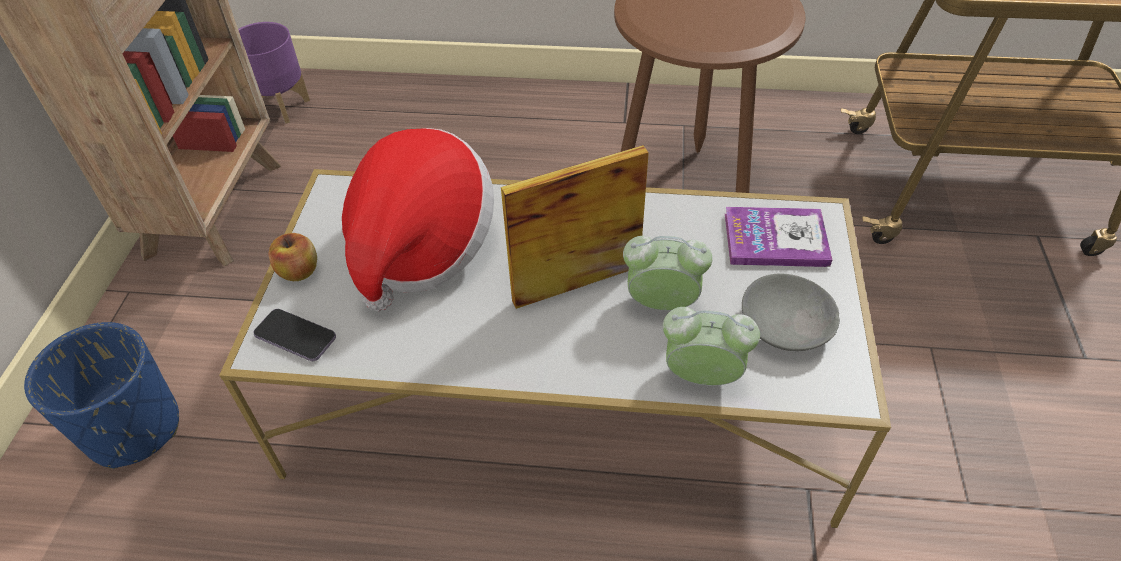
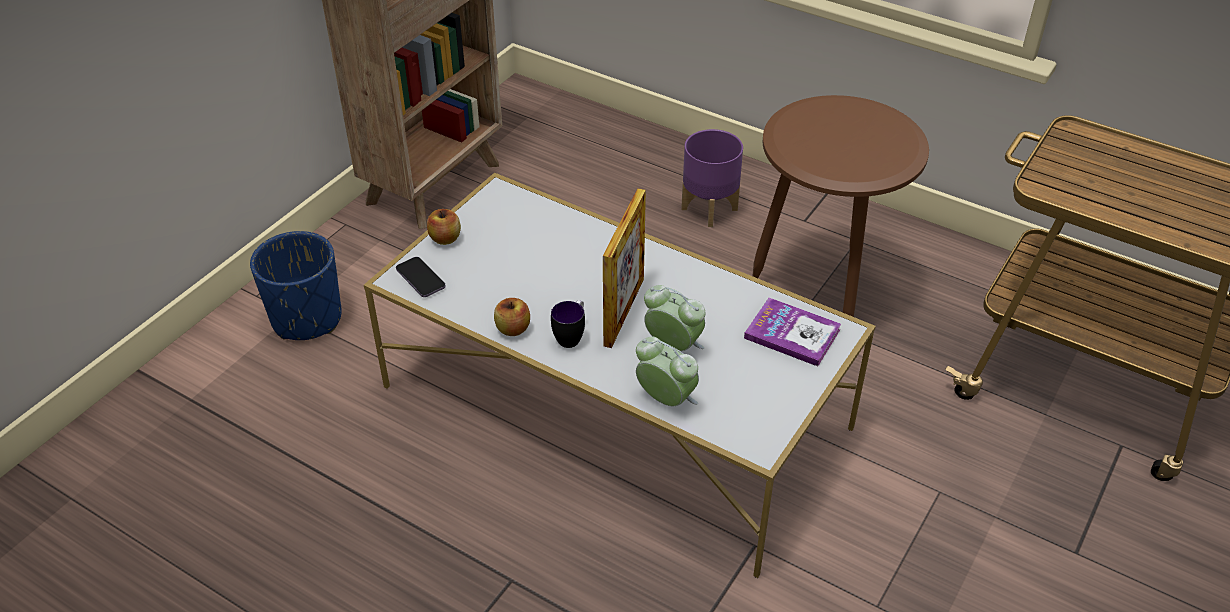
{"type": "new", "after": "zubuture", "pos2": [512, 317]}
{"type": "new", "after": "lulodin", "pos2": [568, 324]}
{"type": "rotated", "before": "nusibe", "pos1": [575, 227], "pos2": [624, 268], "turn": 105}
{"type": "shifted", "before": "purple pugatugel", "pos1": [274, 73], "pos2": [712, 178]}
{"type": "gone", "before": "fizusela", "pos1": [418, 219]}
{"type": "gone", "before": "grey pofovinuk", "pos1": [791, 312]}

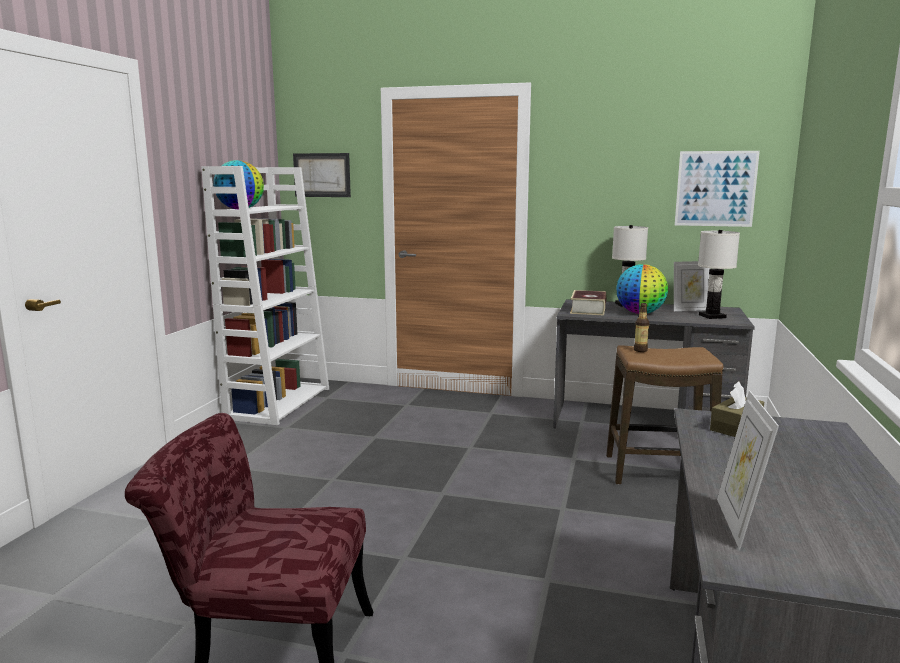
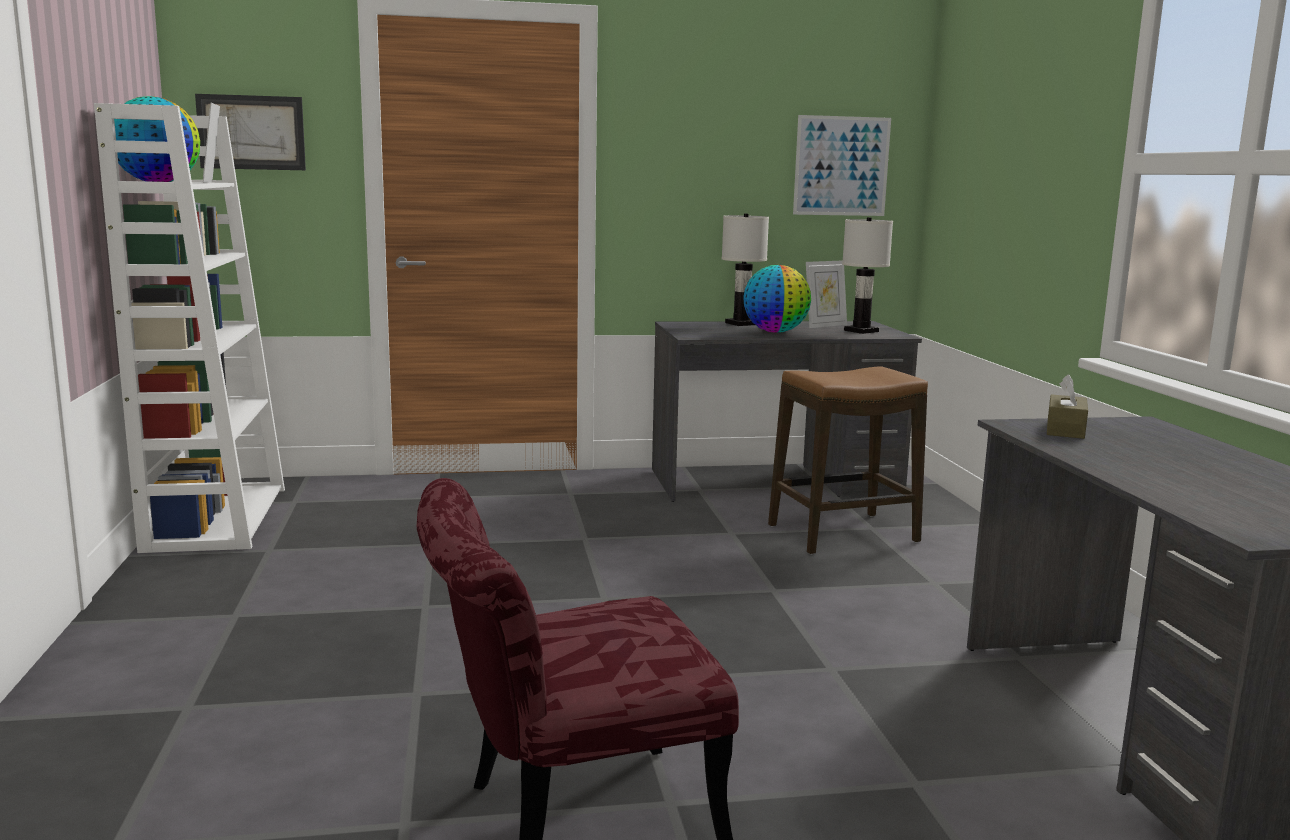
{"type": "shifted", "before": "nusibe", "pos1": [748, 470], "pos2": [211, 143]}
{"type": "gone", "before": "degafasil", "pos1": [588, 302]}
{"type": "gone", "before": "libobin", "pos1": [641, 327]}

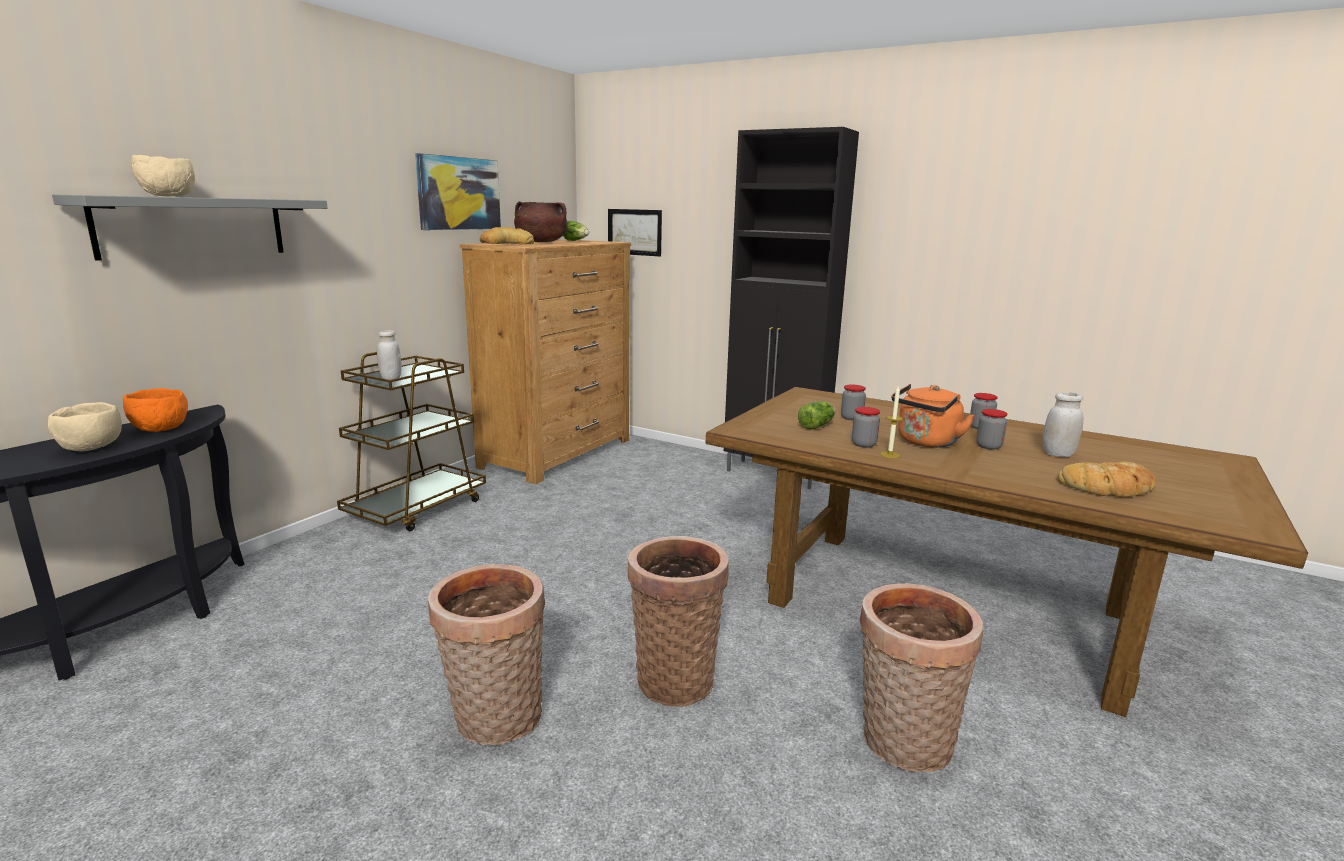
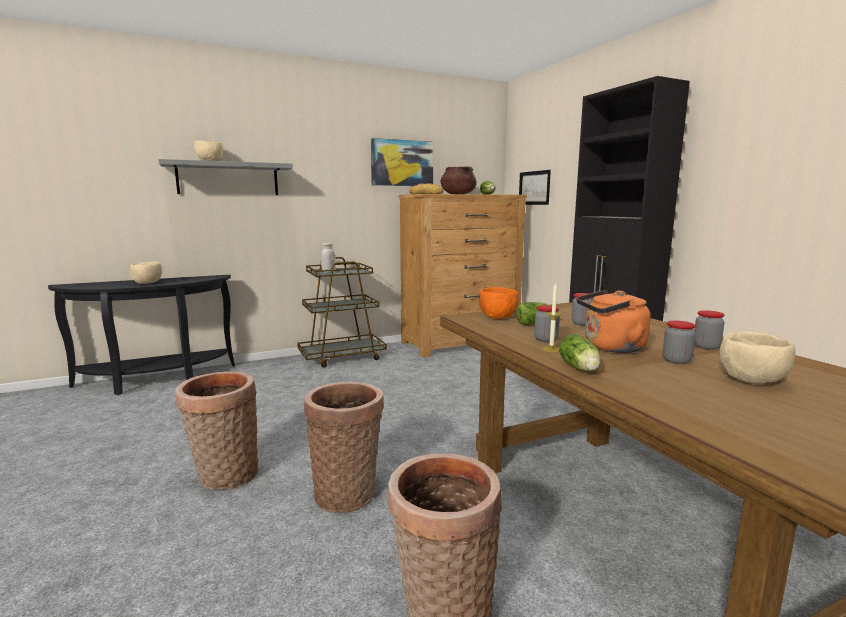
{"type": "shifted", "before": "orange pofovinuk", "pos1": [155, 410], "pos2": [499, 303]}
{"type": "new", "after": "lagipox", "pos2": [579, 352]}
{"type": "swapped", "before": "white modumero", "after": "beige pofovinuk", "pos1": [1063, 424], "pos2": [757, 358]}
{"type": "gone", "before": "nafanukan", "pos1": [1107, 479]}

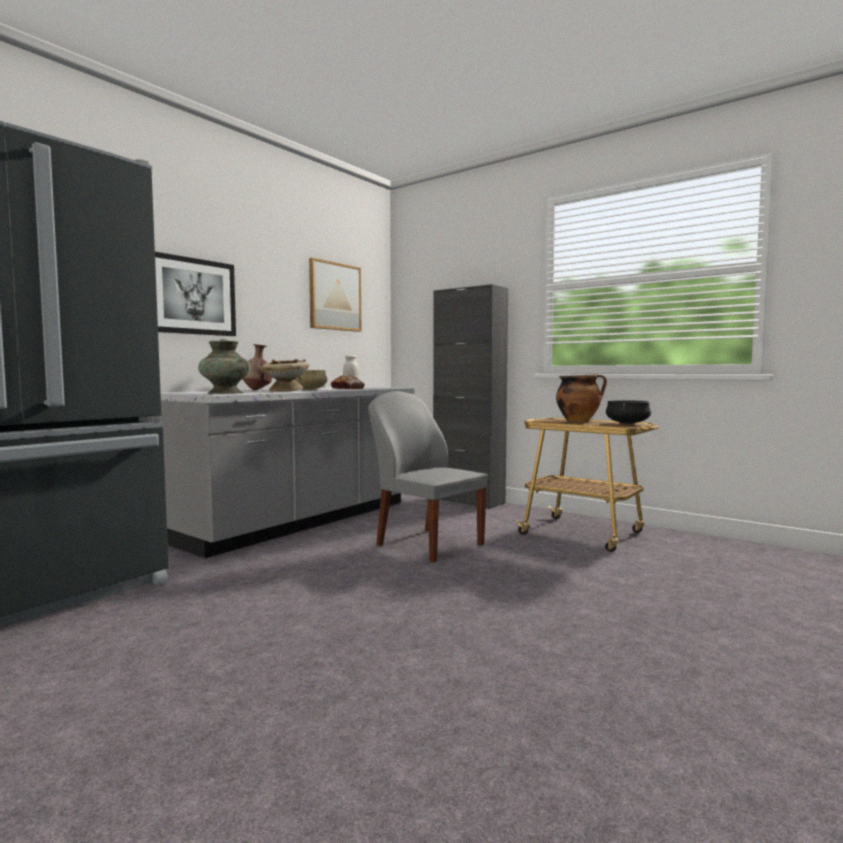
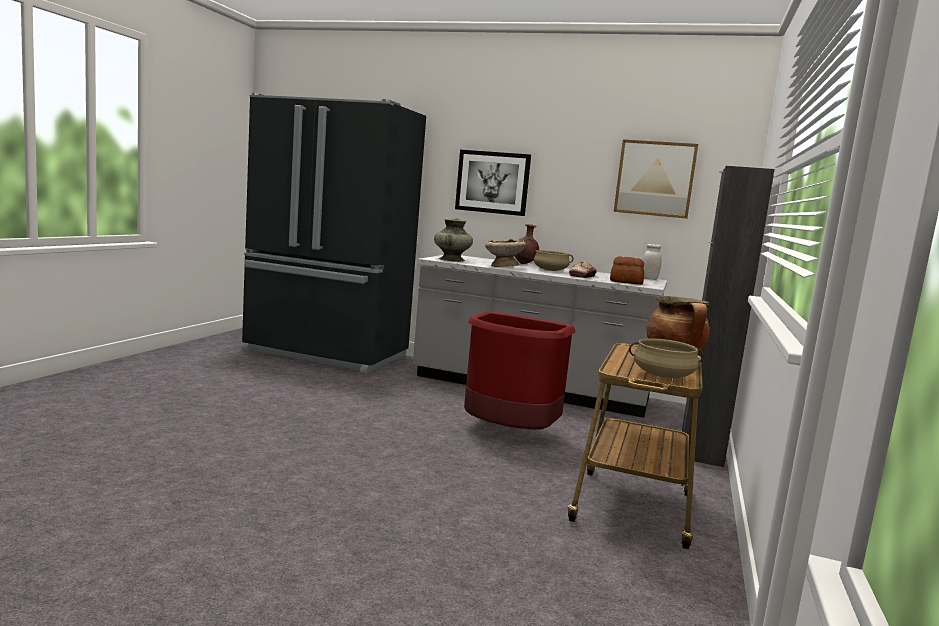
{"type": "swapped", "before": "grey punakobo", "after": "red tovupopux", "pos1": [428, 477], "pos2": [520, 370]}
{"type": "new", "after": "nafanukan", "pos2": [627, 270]}
{"type": "repainted", "before": "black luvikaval", "after": "beige luvikaval", "pos1": [628, 411], "pos2": [666, 358]}

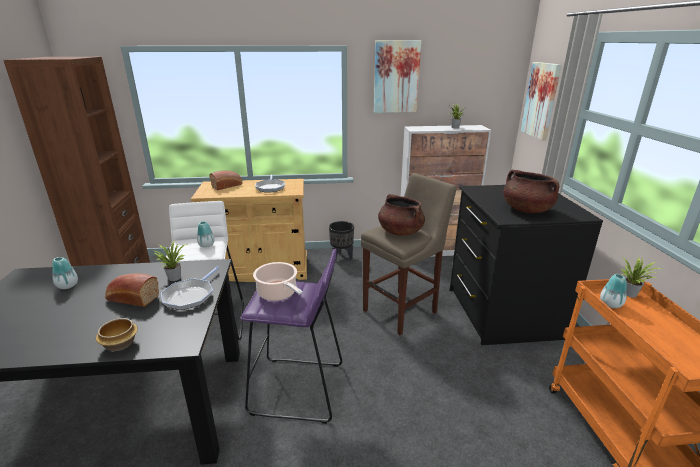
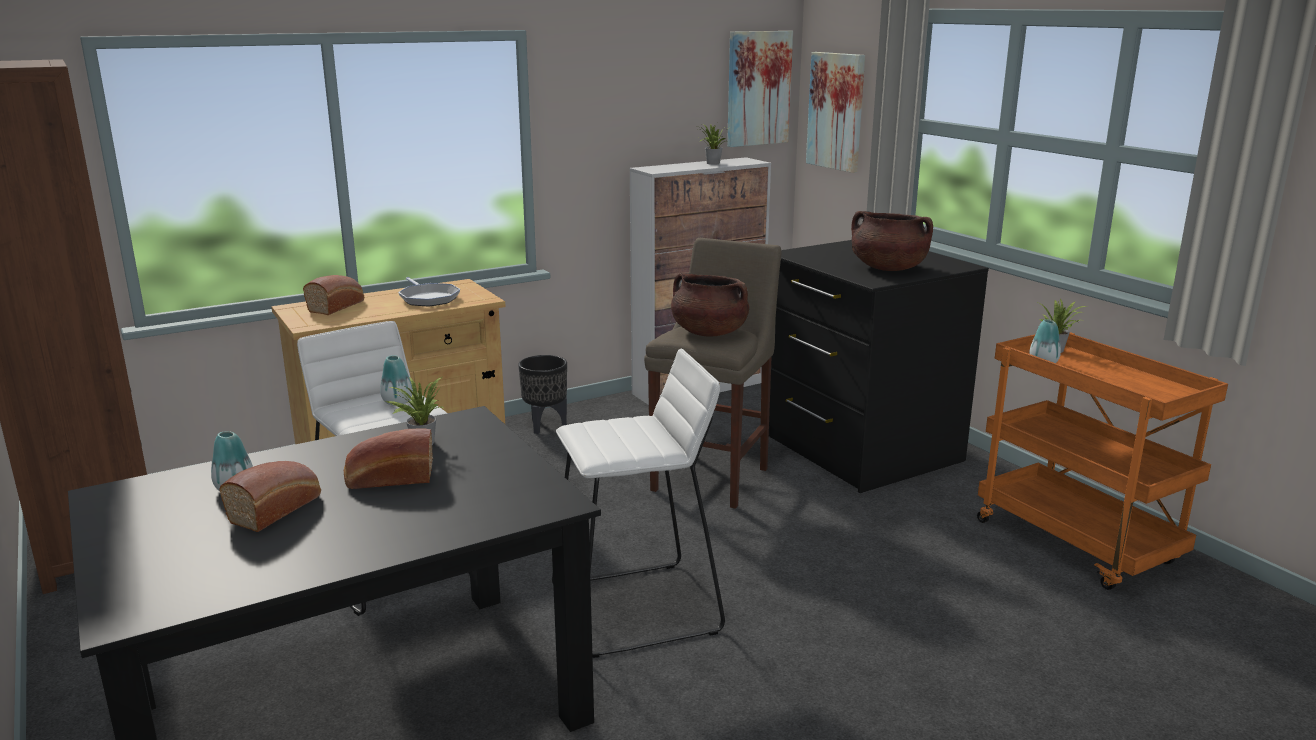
{"type": "new", "after": "nafanukan", "pos2": [270, 496]}
{"type": "repainted", "before": "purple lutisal", "after": "white lutisal", "pos1": [291, 336], "pos2": [638, 503]}
{"type": "shifted", "before": "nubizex", "pos1": [397, 76], "pos2": [760, 89]}
{"type": "gone", "before": "pofovinuk", "pos1": [117, 334]}
{"type": "gone", "before": "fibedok", "pos1": [190, 288]}
{"type": "gone", "before": "luvikaval", "pos1": [278, 281]}

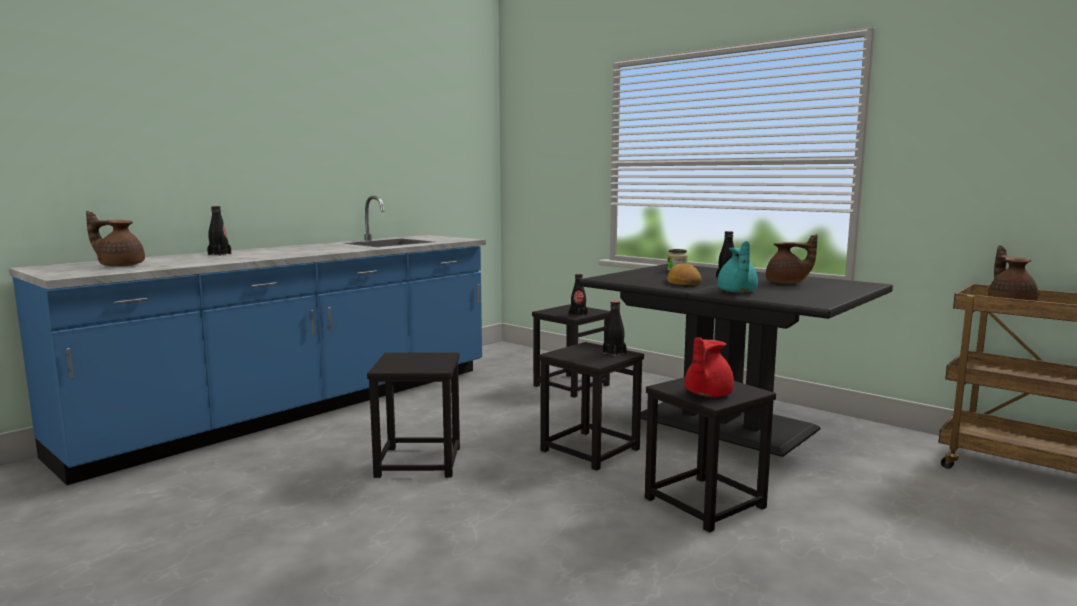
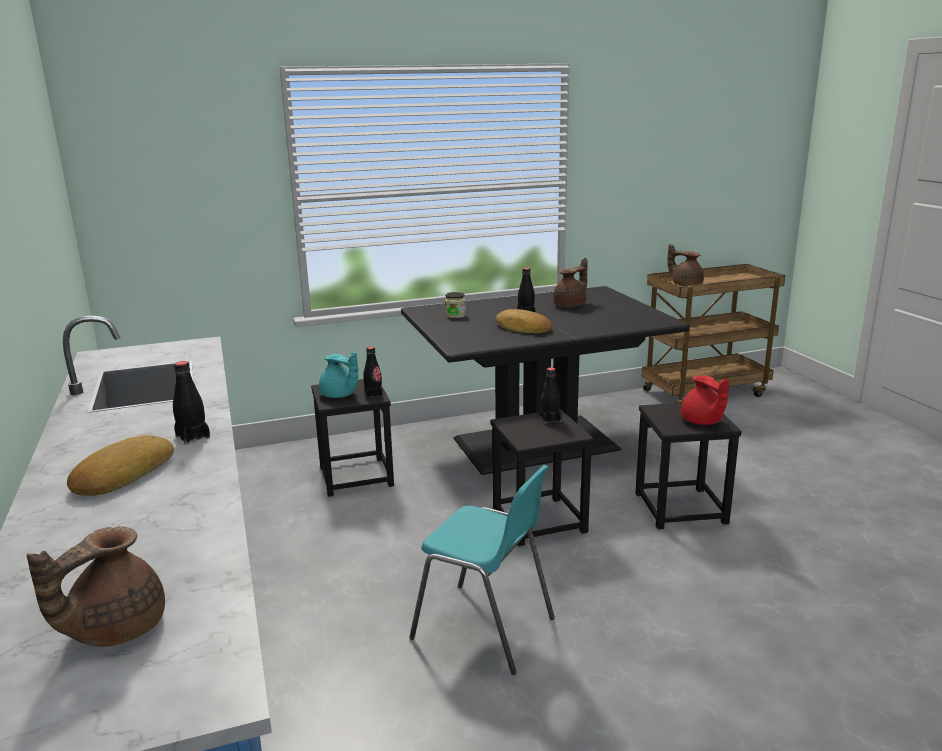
{"type": "new", "after": "nafanukan", "pos2": [120, 465]}
{"type": "shifted", "before": "black libobin", "pos1": [219, 231], "pos2": [191, 403]}
{"type": "shifted", "before": "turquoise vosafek", "pos1": [737, 267], "pos2": [338, 375]}
{"type": "swapped", "before": "black lutisal", "after": "turquoise punakobo", "pos1": [413, 415], "pos2": [482, 570]}

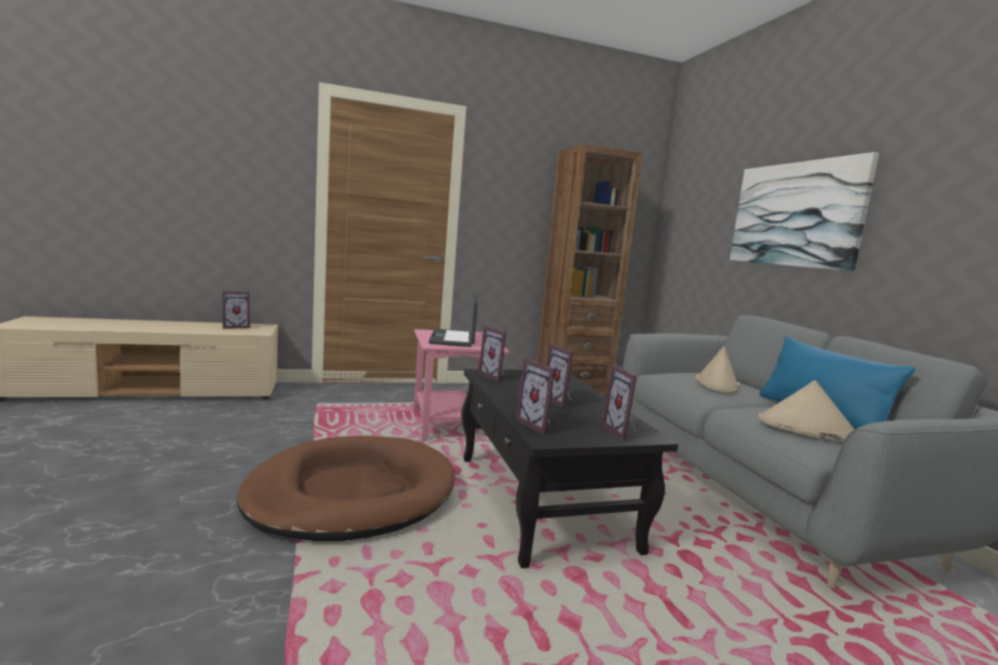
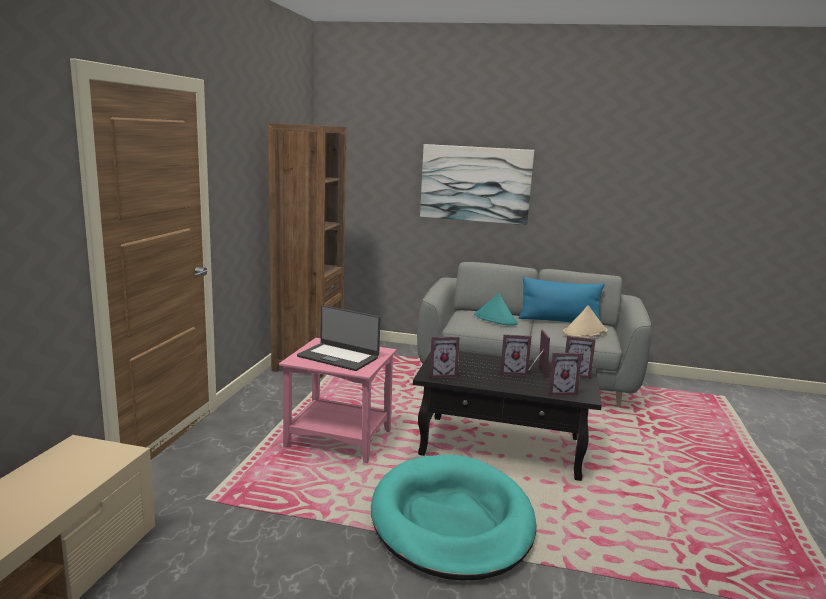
{"type": "repainted", "before": "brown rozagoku", "after": "turquoise rozagoku", "pos1": [346, 488], "pos2": [453, 518]}
{"type": "repainted", "before": "beige fizusela", "after": "turquoise fizusela", "pos1": [717, 369], "pos2": [496, 309]}
{"type": "shifted", "before": "nusibe", "pos1": [236, 310], "pos2": [539, 353]}

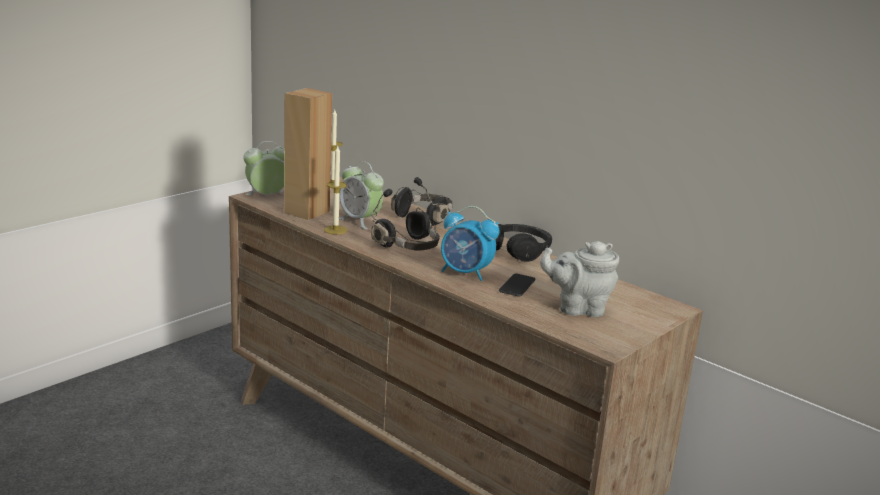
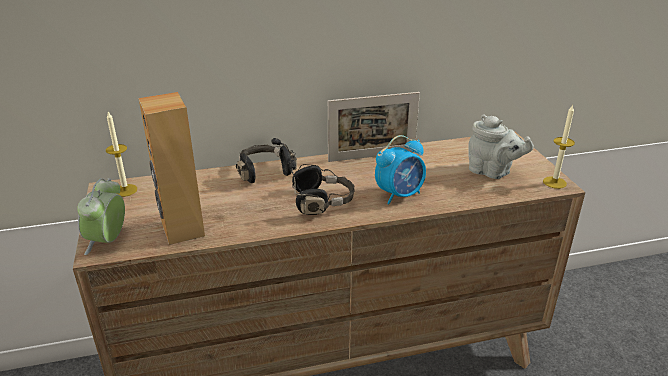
{"type": "swapped", "before": "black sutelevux", "after": "nusibe", "pos1": [524, 243], "pos2": [374, 127]}
{"type": "rotated", "before": "grey vosafek", "pos1": [579, 279], "pos2": [501, 146], "turn": -90}
{"type": "shifted", "before": "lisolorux", "pos1": [335, 190], "pos2": [559, 147]}
{"type": "gone", "before": "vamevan", "pos1": [361, 195]}
{"type": "gone", "before": "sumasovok", "pos1": [517, 285]}

